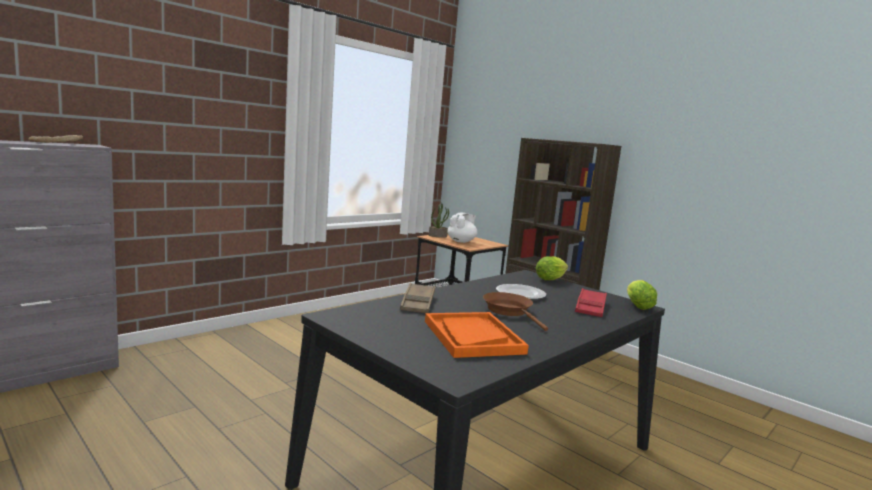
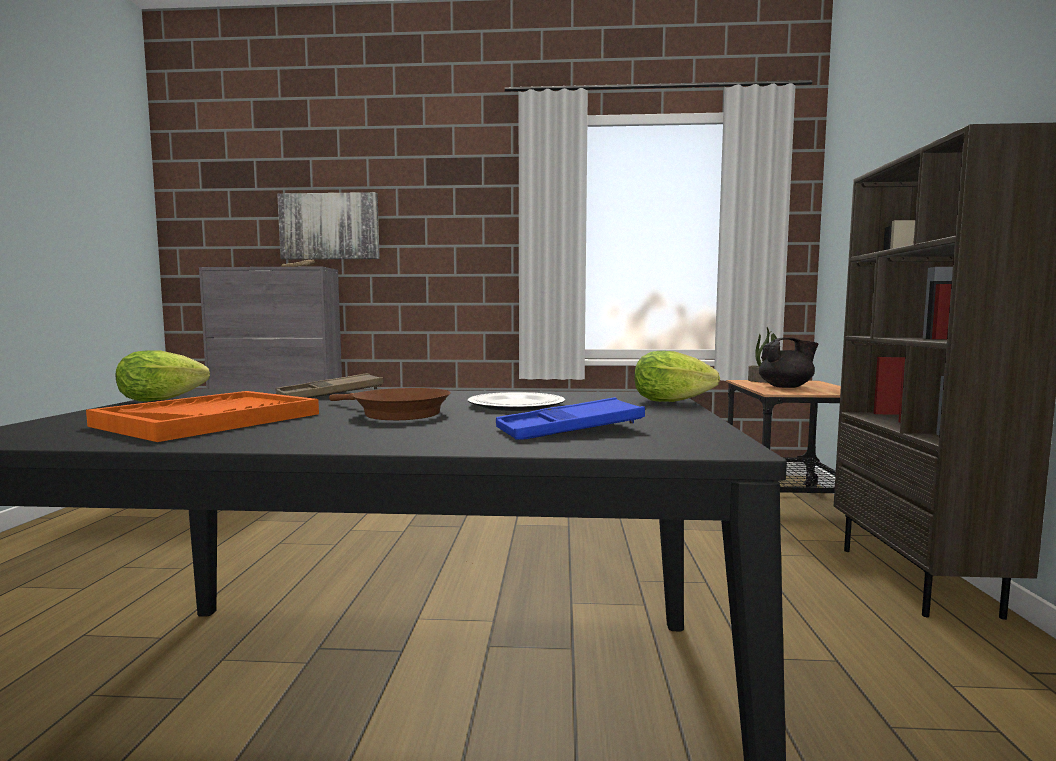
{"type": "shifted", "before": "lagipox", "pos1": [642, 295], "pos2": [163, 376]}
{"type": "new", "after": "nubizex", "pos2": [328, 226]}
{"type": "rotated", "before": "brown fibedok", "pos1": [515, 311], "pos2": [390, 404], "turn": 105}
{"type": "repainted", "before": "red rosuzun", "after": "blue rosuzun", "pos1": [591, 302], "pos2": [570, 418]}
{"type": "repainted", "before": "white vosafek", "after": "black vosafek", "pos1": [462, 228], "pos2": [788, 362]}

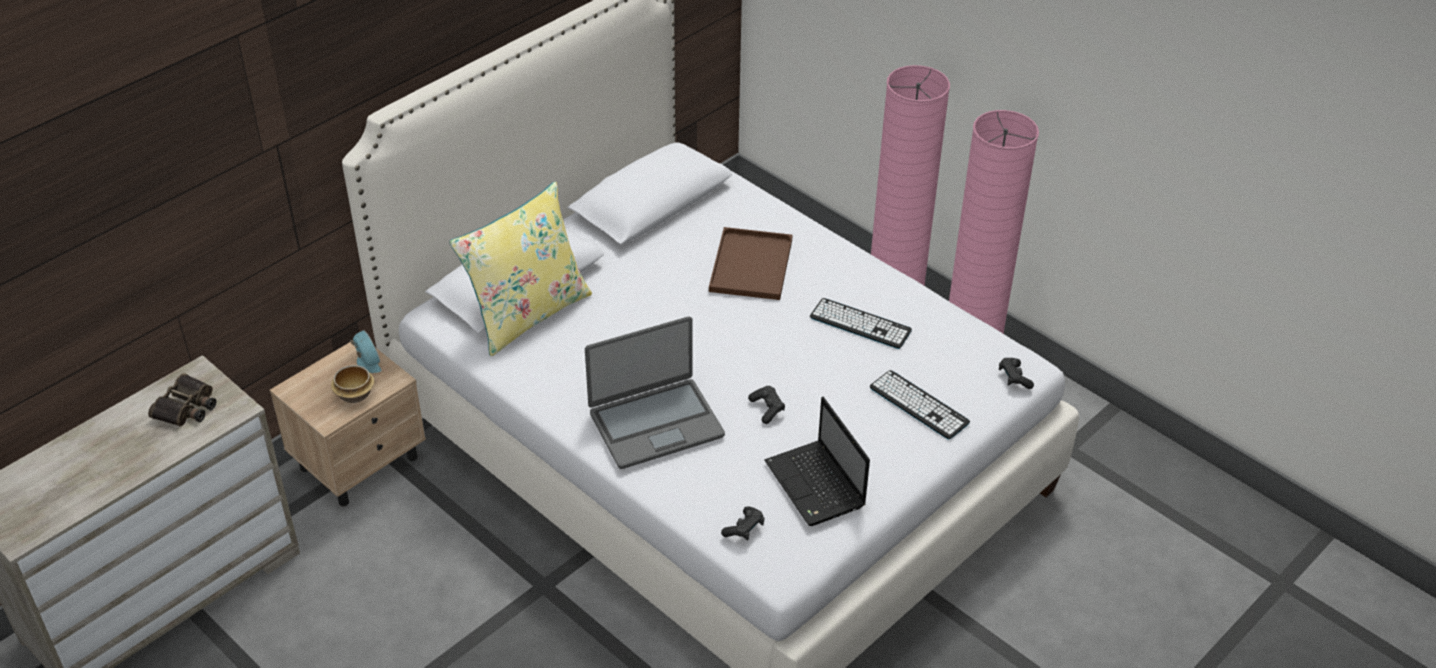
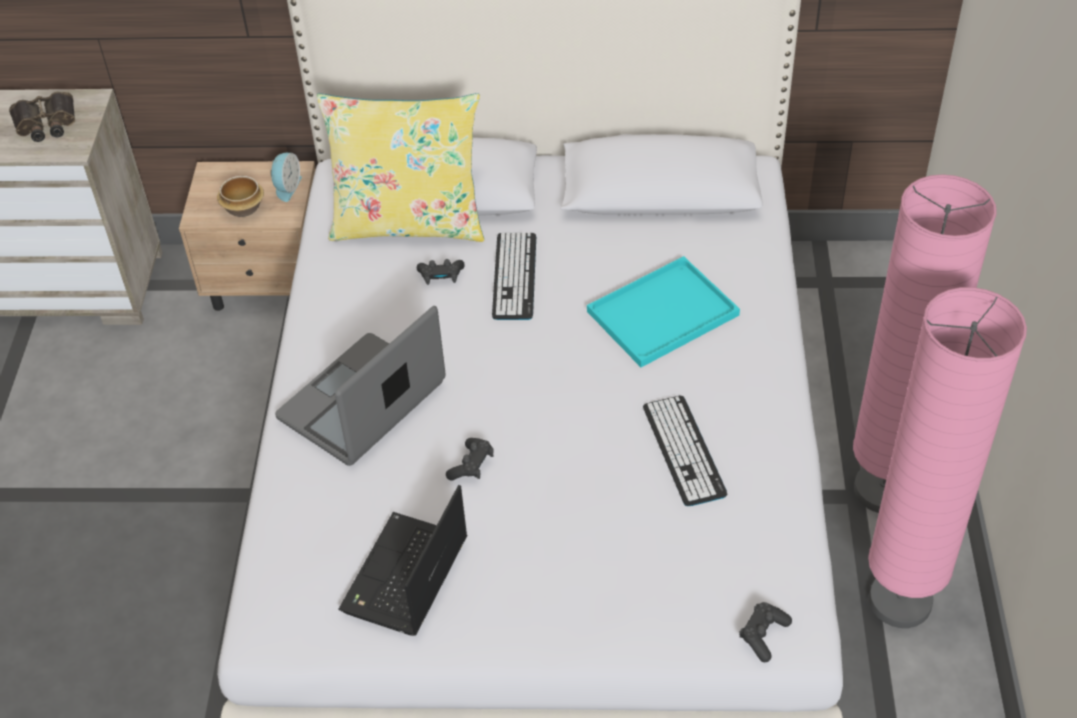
{"type": "rotated", "before": "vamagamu", "pos1": [655, 392], "pos2": [360, 386], "turn": 105}
{"type": "shifted", "before": "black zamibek", "pos1": [743, 523], "pos2": [441, 272]}
{"type": "shifted", "before": "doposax", "pos1": [919, 404], "pos2": [514, 276]}
{"type": "repainted", "before": "brown rosuzun", "after": "turquoise rosuzun", "pos1": [750, 263], "pos2": [663, 311]}

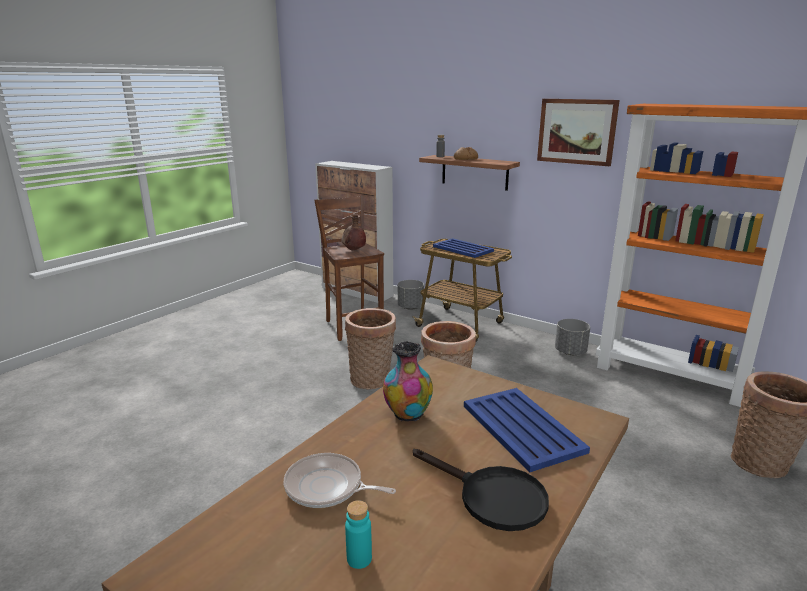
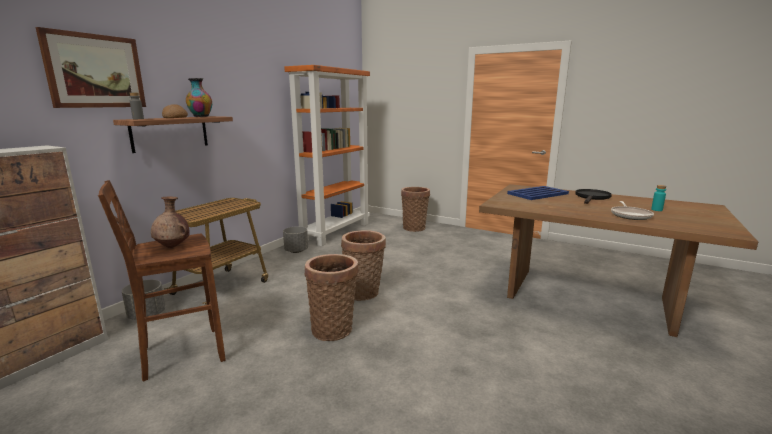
{"type": "shifted", "before": "nubizex", "pos1": [578, 132], "pos2": [90, 67]}
{"type": "shifted", "before": "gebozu", "pos1": [408, 381], "pos2": [199, 97]}
{"type": "gone", "before": "blue rosuzun", "pos1": [463, 248]}

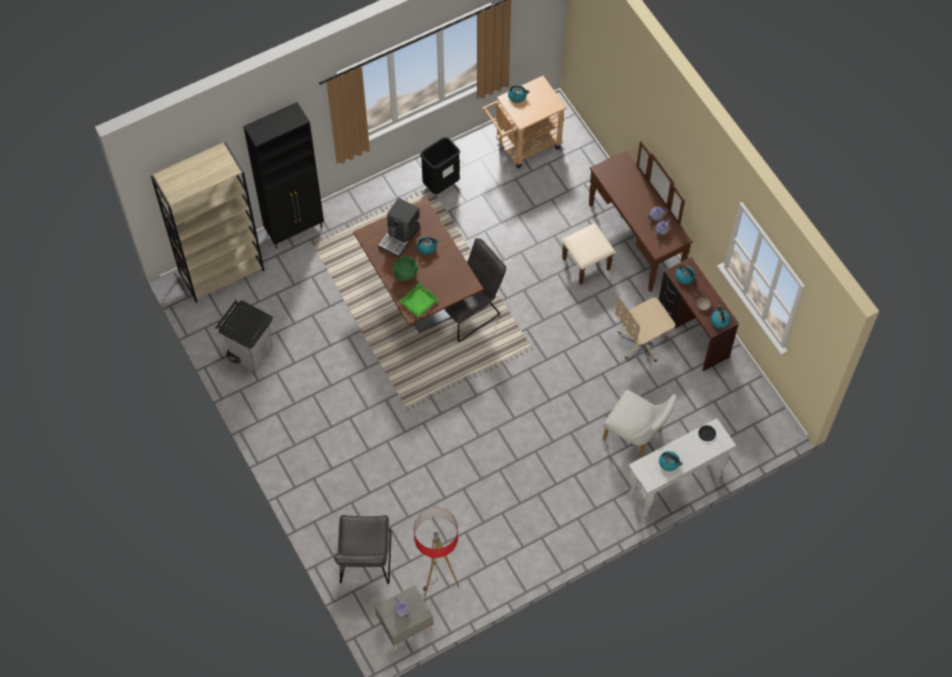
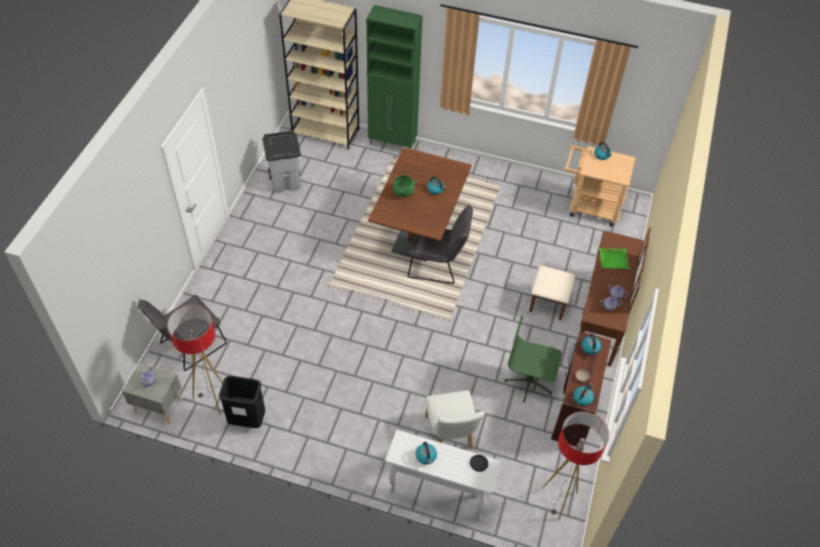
{"type": "shifted", "before": "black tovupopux", "pos1": [440, 165], "pos2": [242, 402]}
{"type": "repainted", "before": "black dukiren", "after": "green dukiren", "pos1": [283, 175], "pos2": [394, 77]}
{"type": "repainted", "before": "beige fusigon", "after": "green fusigon", "pos1": [645, 329], "pos2": [533, 359]}
{"type": "new", "after": "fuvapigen", "pos2": [575, 465]}
{"type": "shifted", "before": "green rosuzun", "pos1": [419, 300], "pos2": [614, 258]}
{"type": "gone", "before": "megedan", "pos1": [399, 228]}

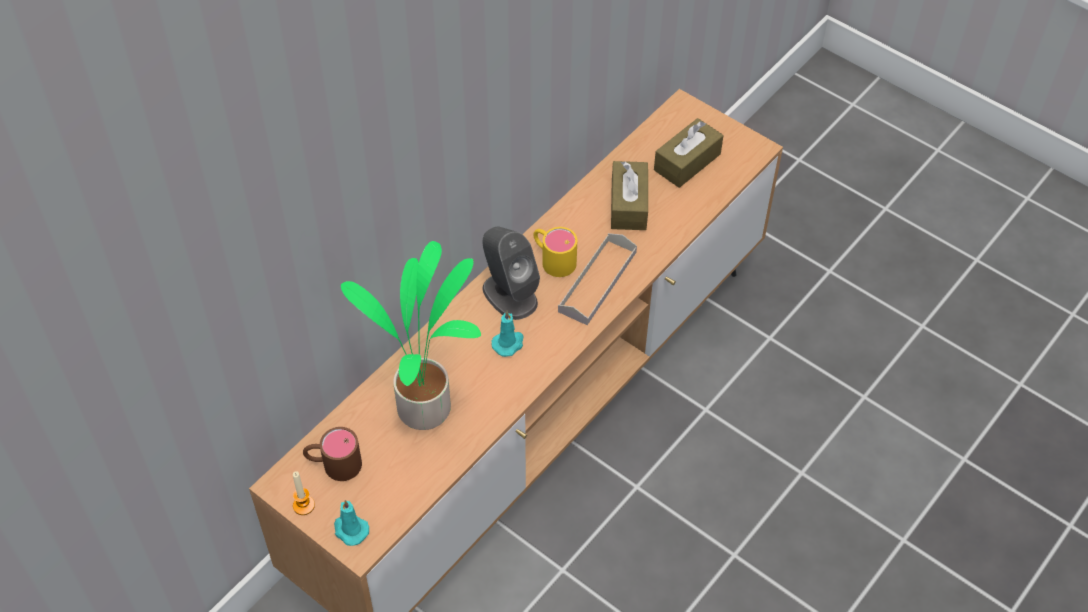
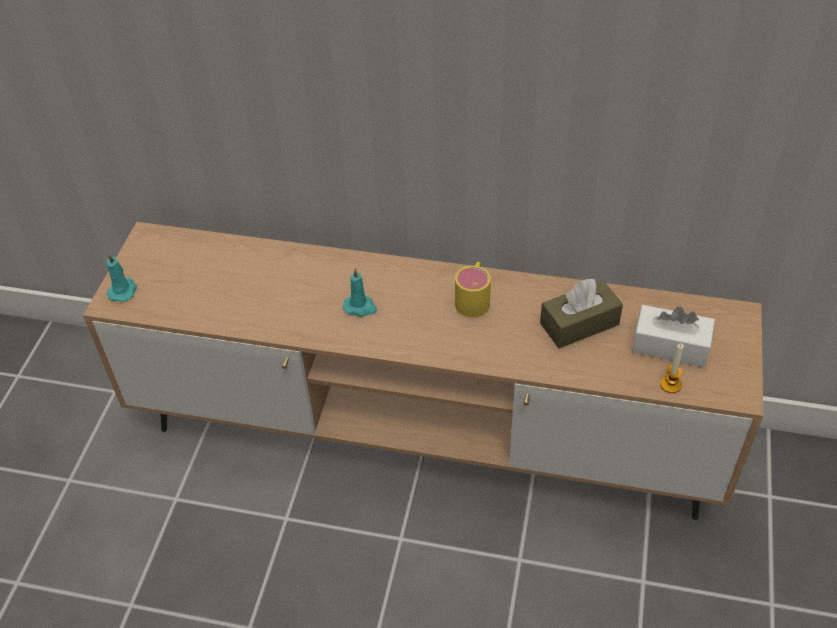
{"type": "repainted", "before": "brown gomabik", "after": "white gomabik", "pos1": [688, 153], "pos2": [673, 336]}
{"type": "shifted", "before": "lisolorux", "pos1": [304, 493], "pos2": [672, 368]}
{"type": "gone", "before": "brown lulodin", "pos1": [332, 454]}
{"type": "gone", "before": "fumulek", "pos1": [411, 335]}
{"type": "gone", "before": "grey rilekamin", "pos1": [511, 273]}
{"type": "gone", "before": "grey rosuzun", "pos1": [597, 279]}

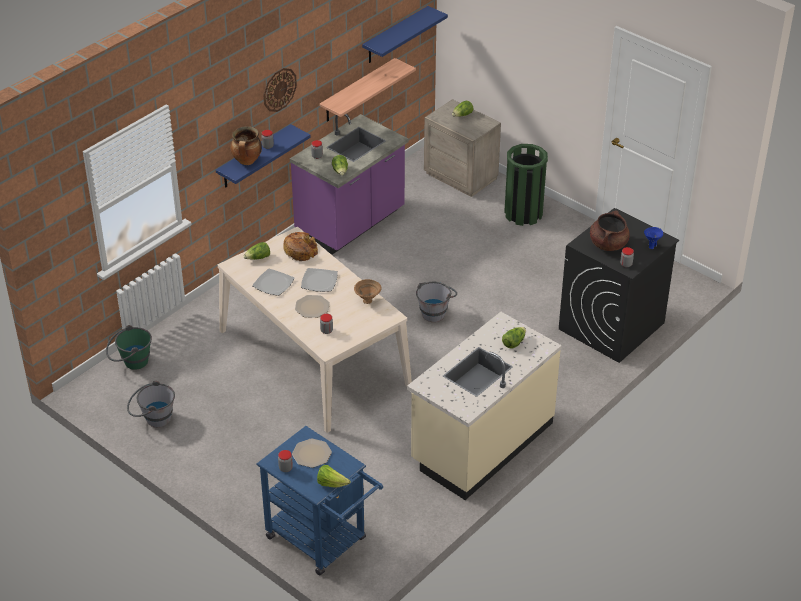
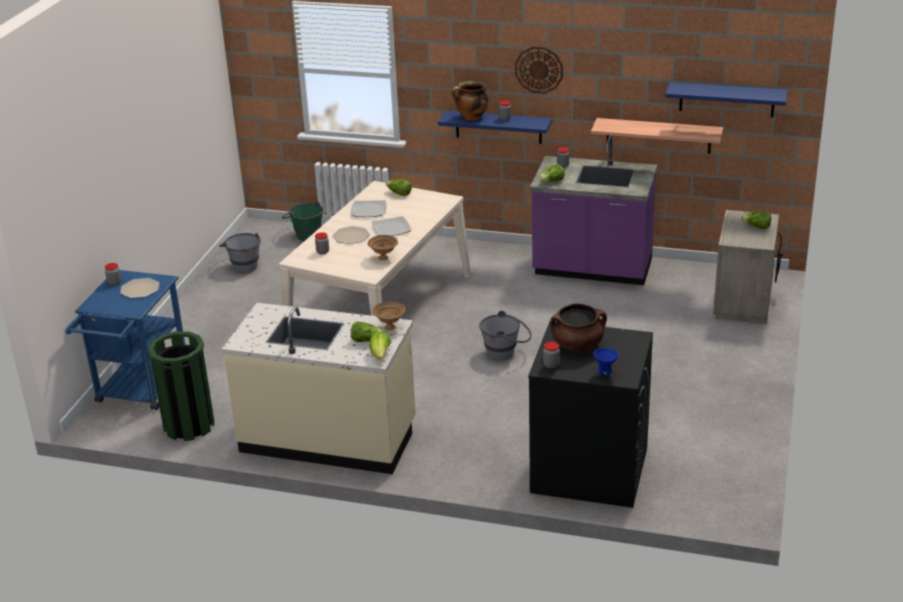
{"type": "shifted", "before": "green tovupopux", "pos1": [526, 185], "pos2": [180, 386]}
{"type": "shifted", "before": "lagipox", "pos1": [334, 476], "pos2": [380, 345]}
{"type": "new", "after": "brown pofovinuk", "pos2": [389, 316]}
{"type": "gone", "before": "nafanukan", "pos1": [300, 246]}

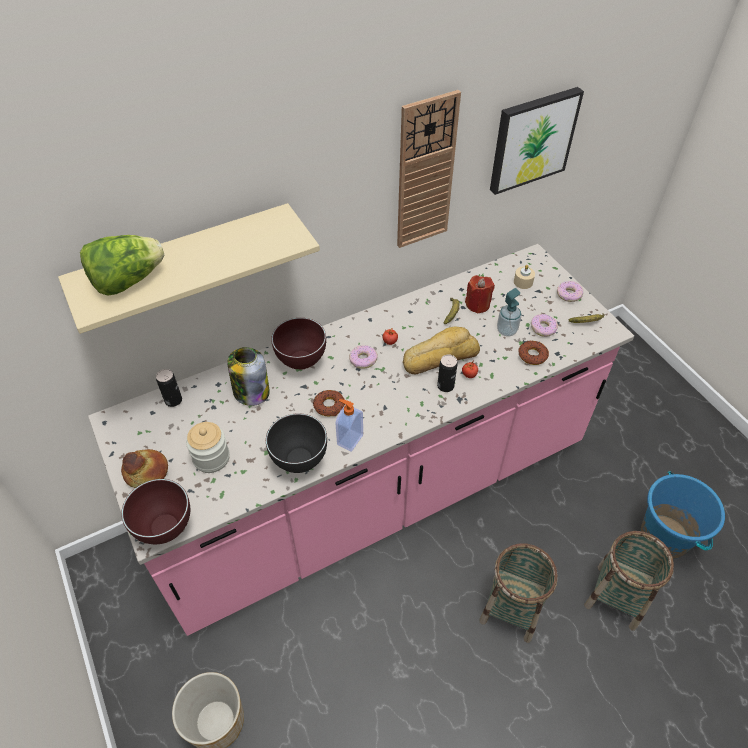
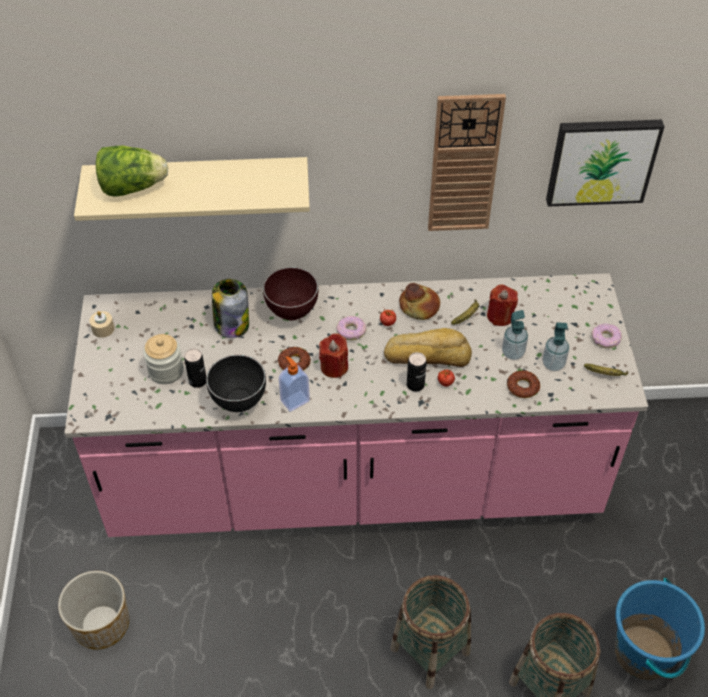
{"type": "shifted", "before": "beige lisolorux", "pos1": [524, 277], "pos2": [102, 324]}
{"type": "shifted", "before": "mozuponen", "pos1": [169, 388], "pos2": [195, 368]}
{"type": "new", "after": "red lisolorux", "pos2": [333, 355]}
{"type": "shifted", "before": "nafanukan", "pos1": [144, 468], "pos2": [419, 301]}
{"type": "swapped", "before": "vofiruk", "after": "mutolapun", "pos1": [544, 325], "pos2": [556, 346]}
{"type": "gone", "before": "brown pofovinuk", "pos1": [155, 511]}

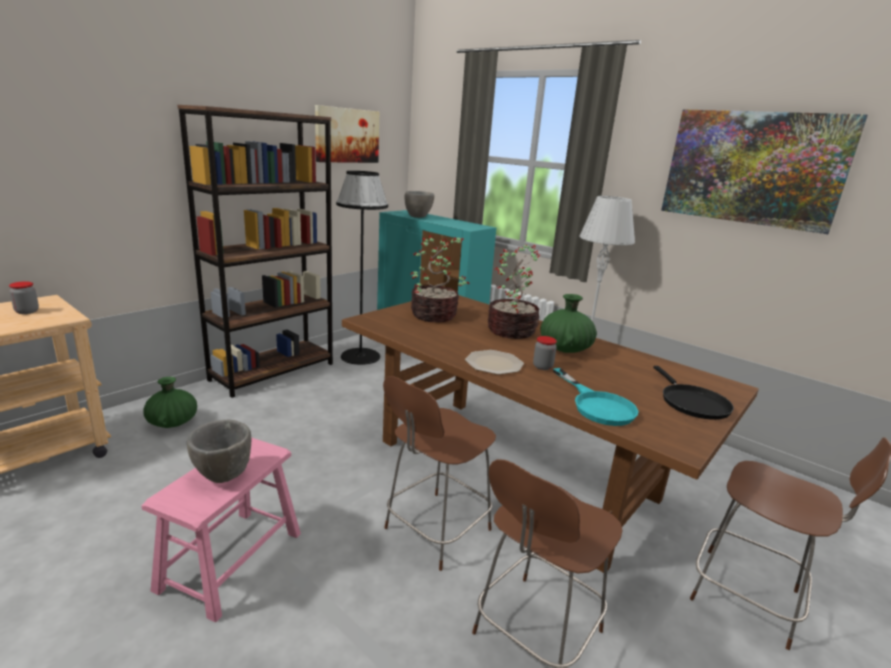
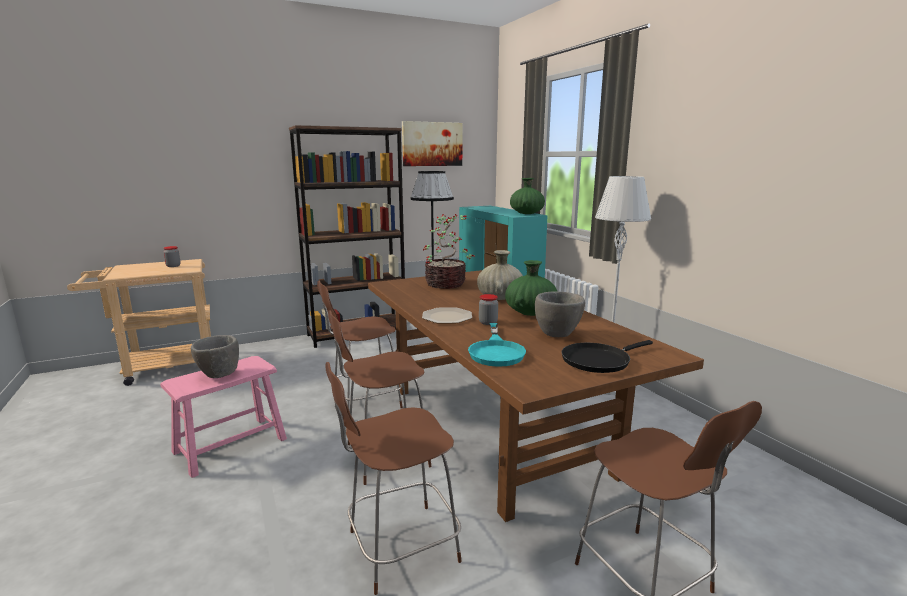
{"type": "new", "after": "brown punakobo", "pos2": [360, 346]}
{"type": "swapped", "before": "fumulek", "after": "beige gebozu", "pos1": [514, 292], "pos2": [500, 275]}
{"type": "shifted", "before": "green gebozu", "pos1": [170, 402], "pos2": [527, 196]}
{"type": "shifted", "before": "grey pofovinuk", "pos1": [419, 204], "pos2": [560, 314]}
{"type": "rotated", "before": "black fibedok", "pos1": [693, 393], "pos2": [607, 356], "turn": 45}
{"type": "gone", "before": "nubizex", "pos1": [764, 171]}

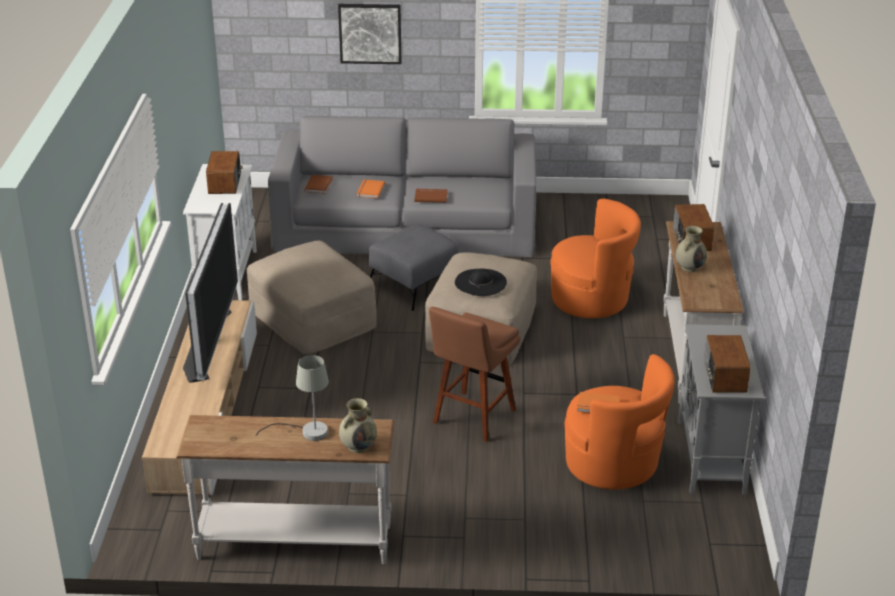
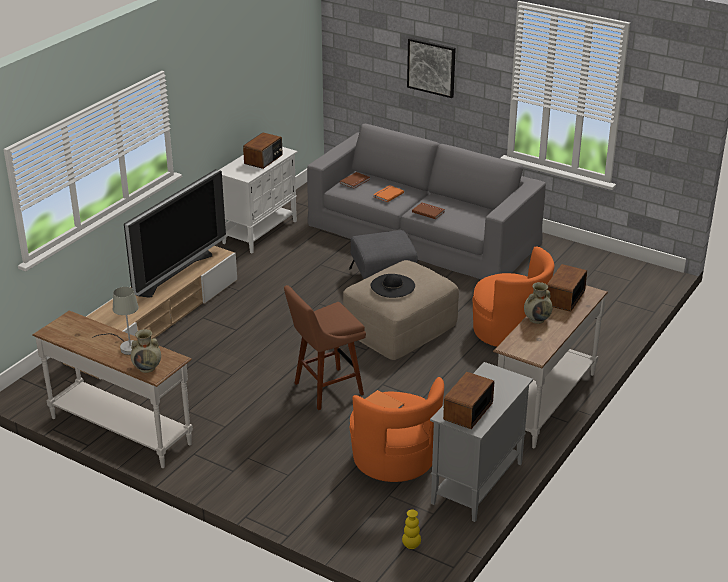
{"type": "new", "after": "yellow gebozu", "pos2": [411, 529]}
{"type": "gone", "before": "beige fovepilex", "pos1": [312, 297]}

